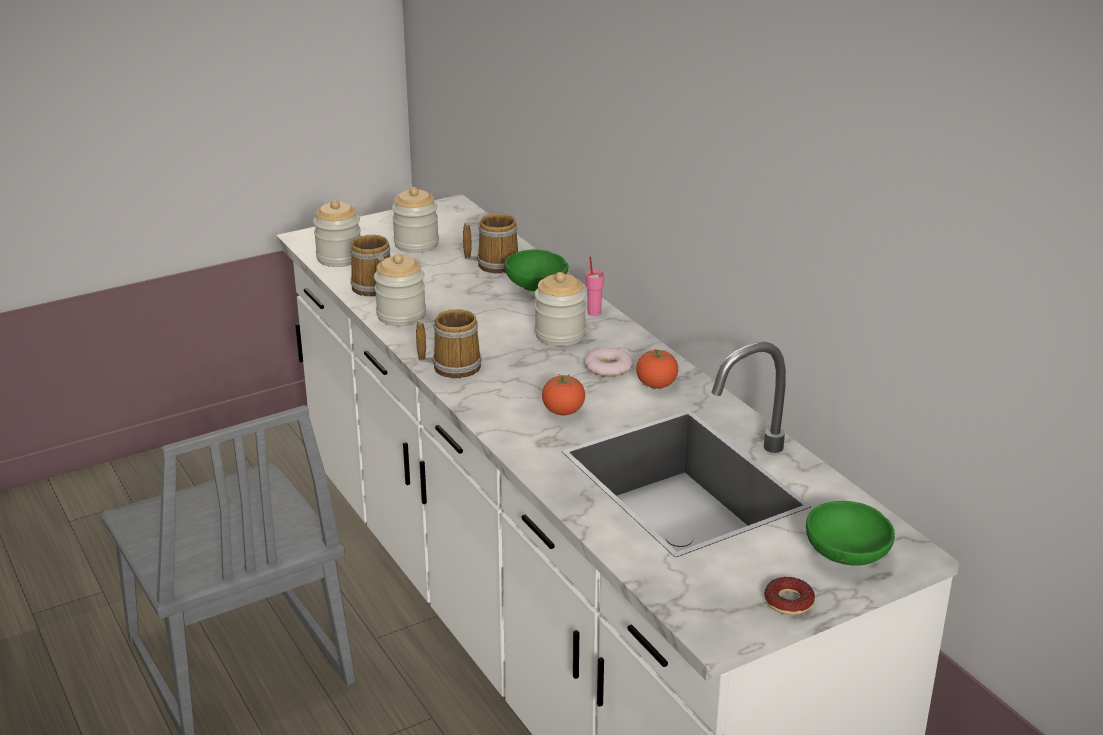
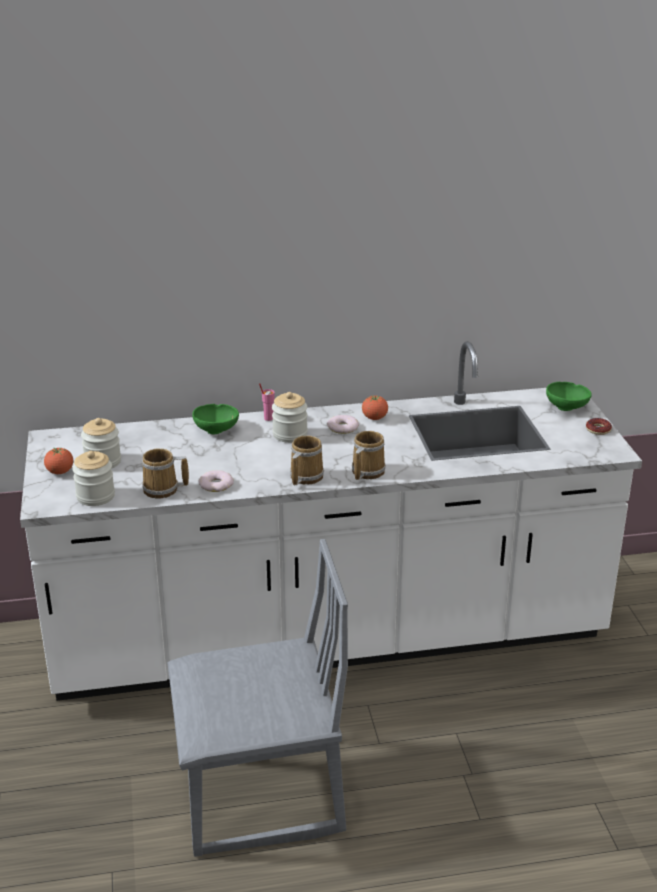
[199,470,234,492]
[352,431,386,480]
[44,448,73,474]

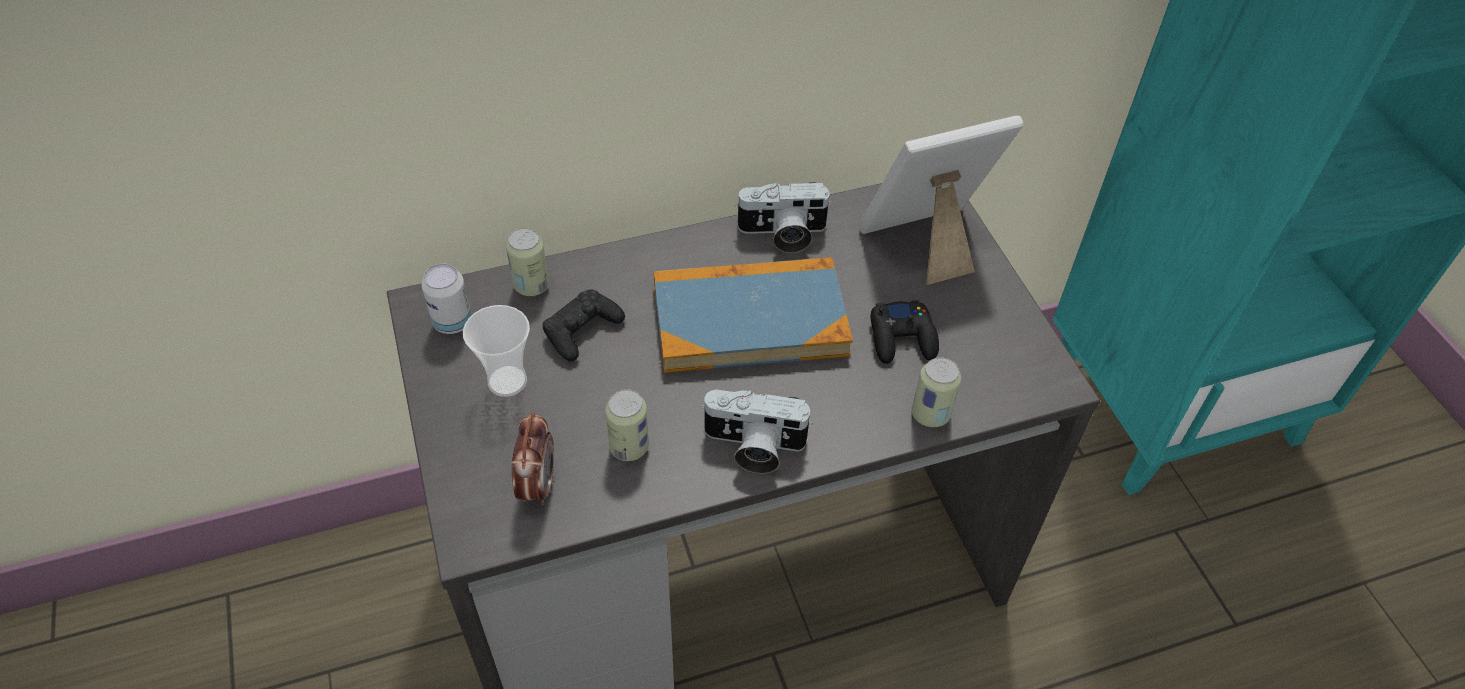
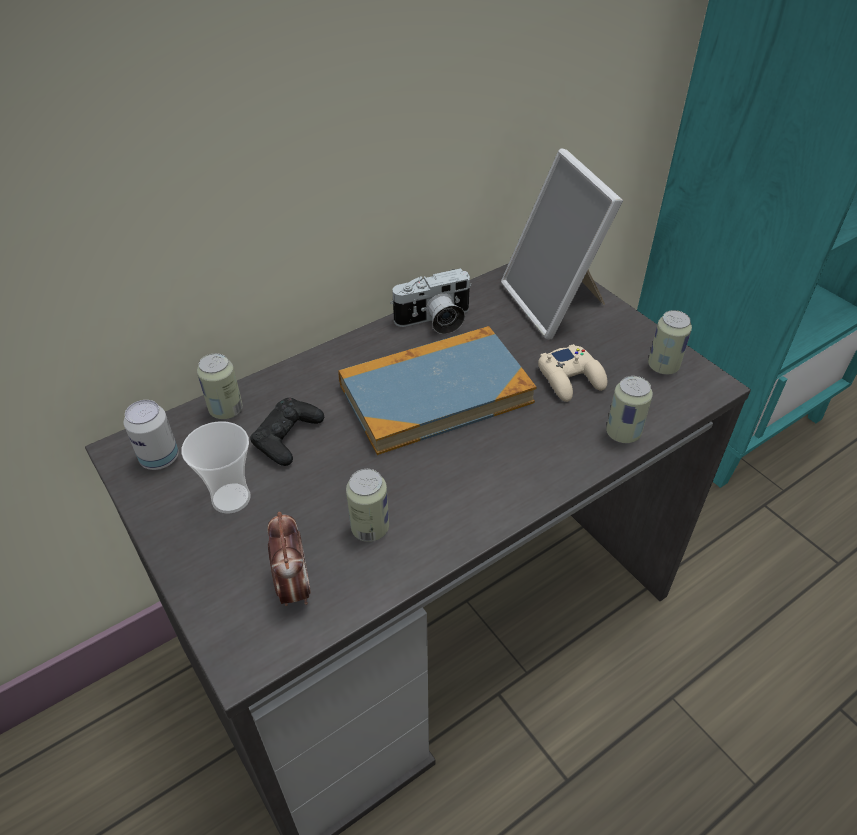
[701,389,813,474] (first image)
[501,149,623,339]
[538,344,607,402]
[648,310,692,375]

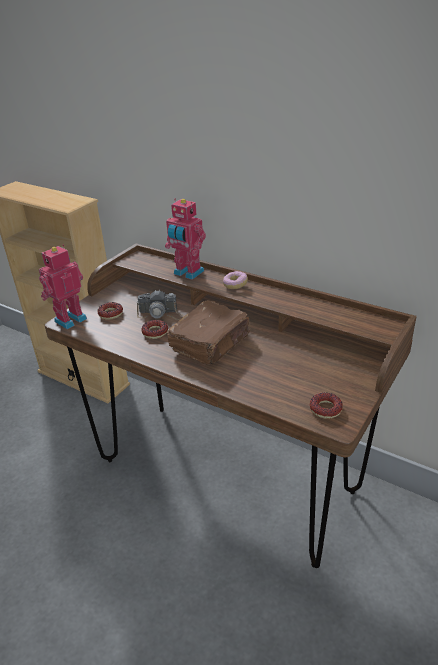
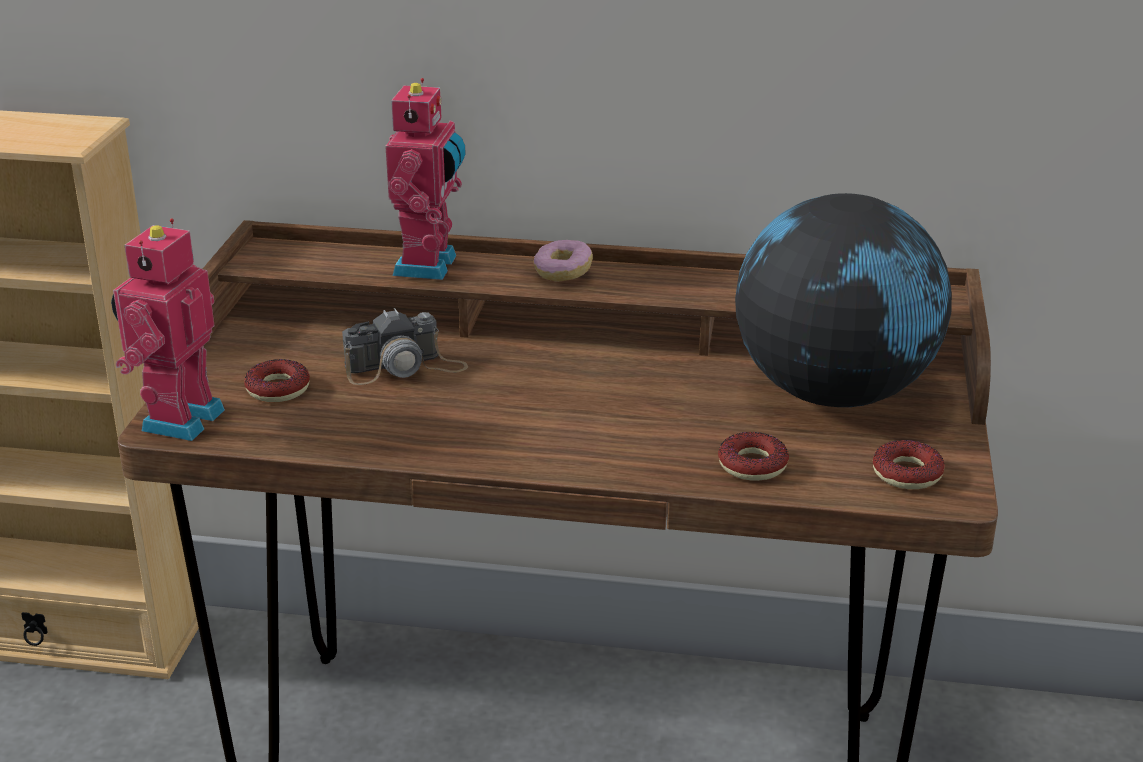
[718,432,789,481]
[385,78,466,280]
[167,300,250,365] (first image)
[735,193,952,407]

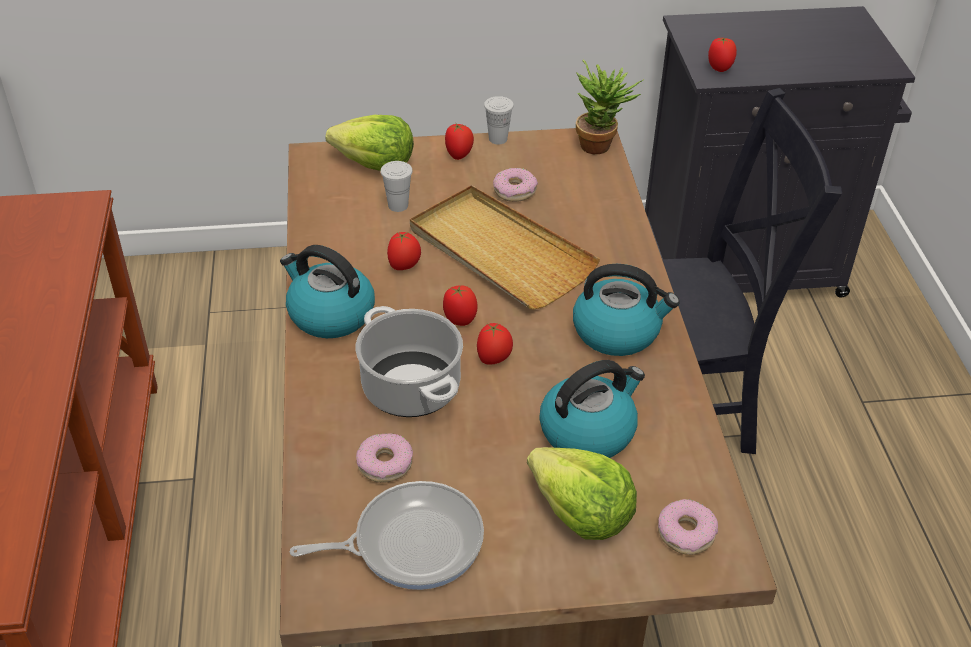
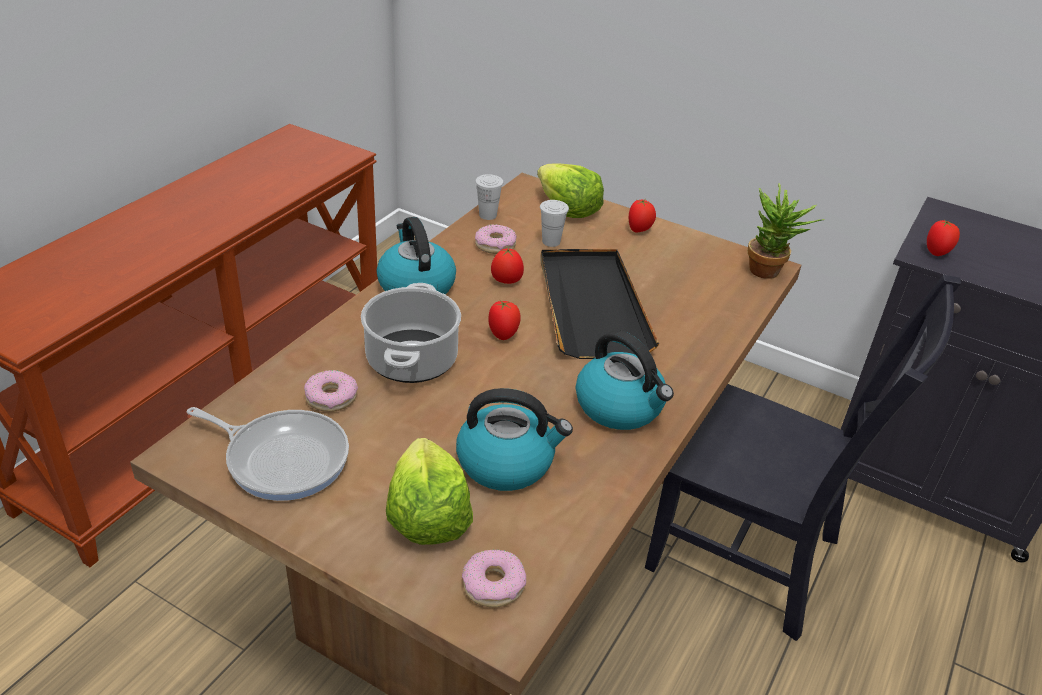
[541,249,659,359]
[477,323,513,365] (first image)
[475,174,503,220]
[475,224,516,254]

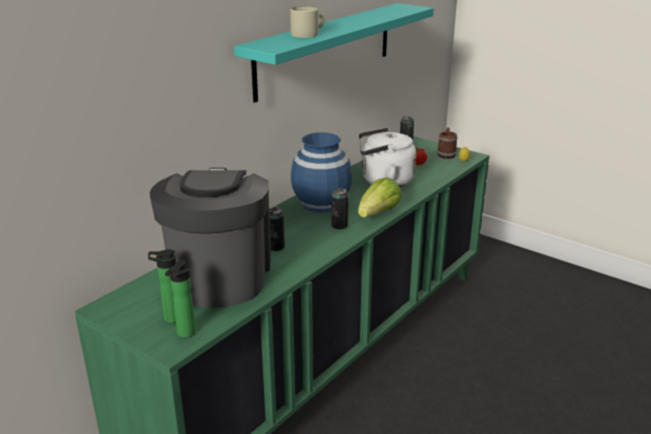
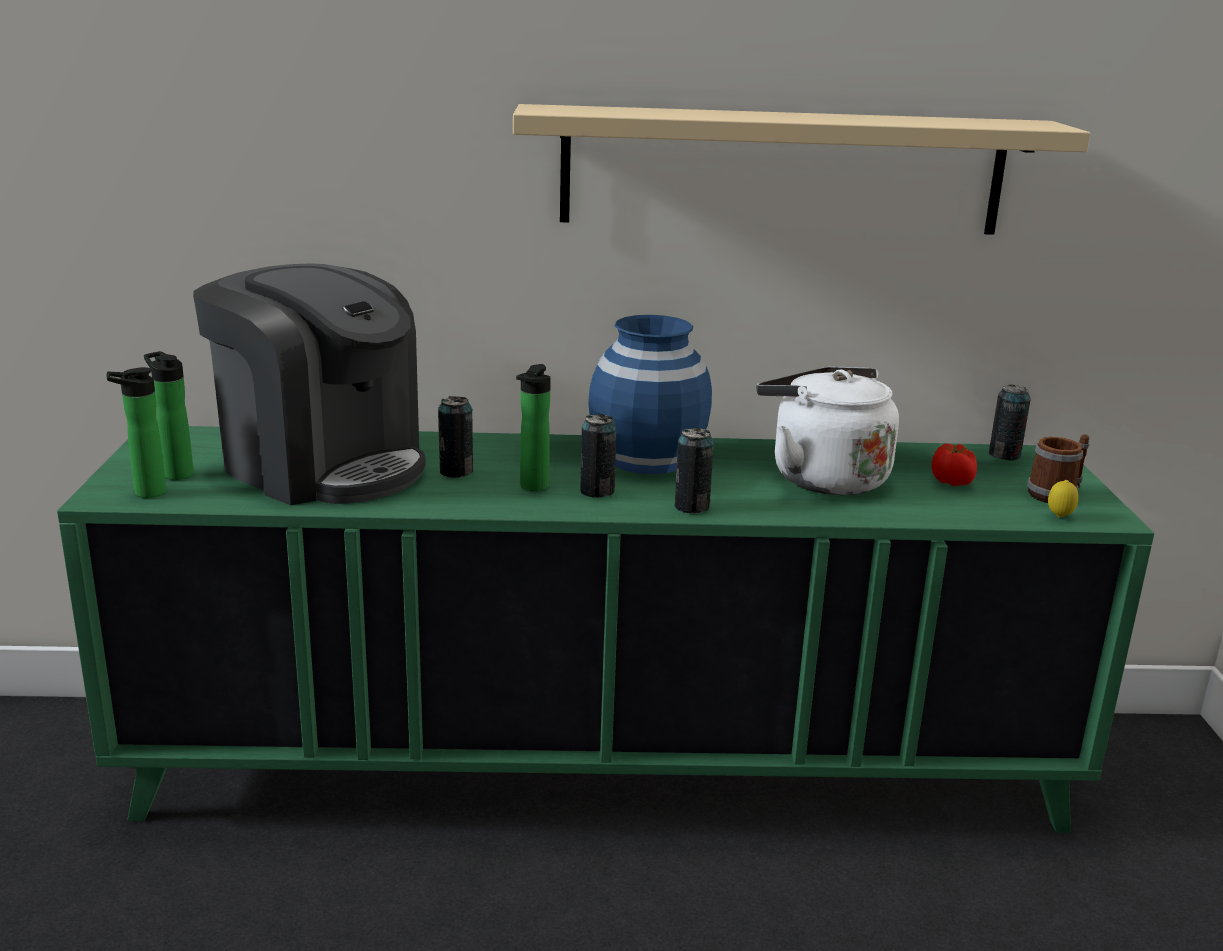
[193,263,426,505]
[513,104,1091,235]
[290,6,325,38] (first image)
[675,427,714,514]
[516,364,551,491]

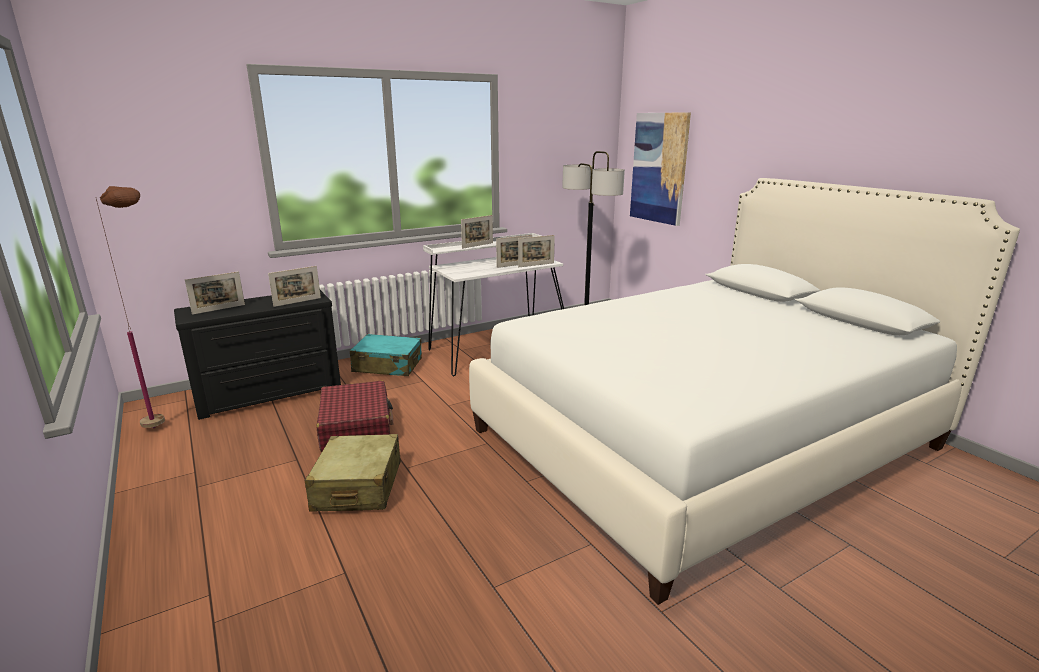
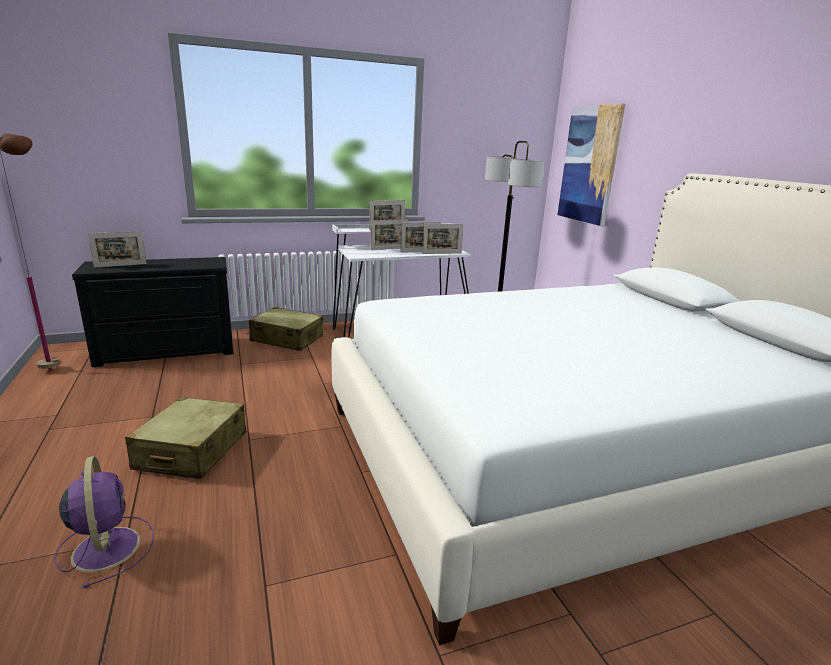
[370,219,408,250]
[317,381,393,452] (first image)
[249,307,323,351]
[54,456,153,588]

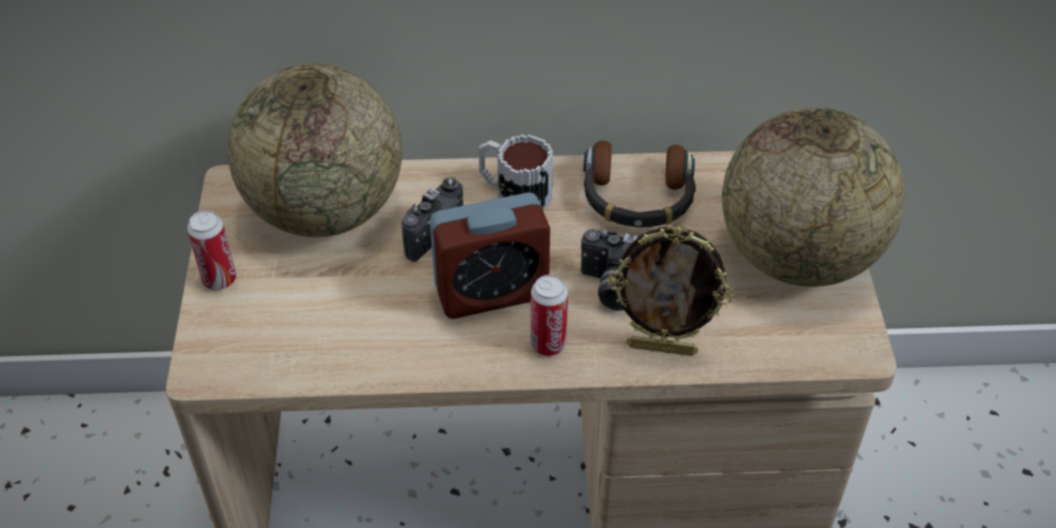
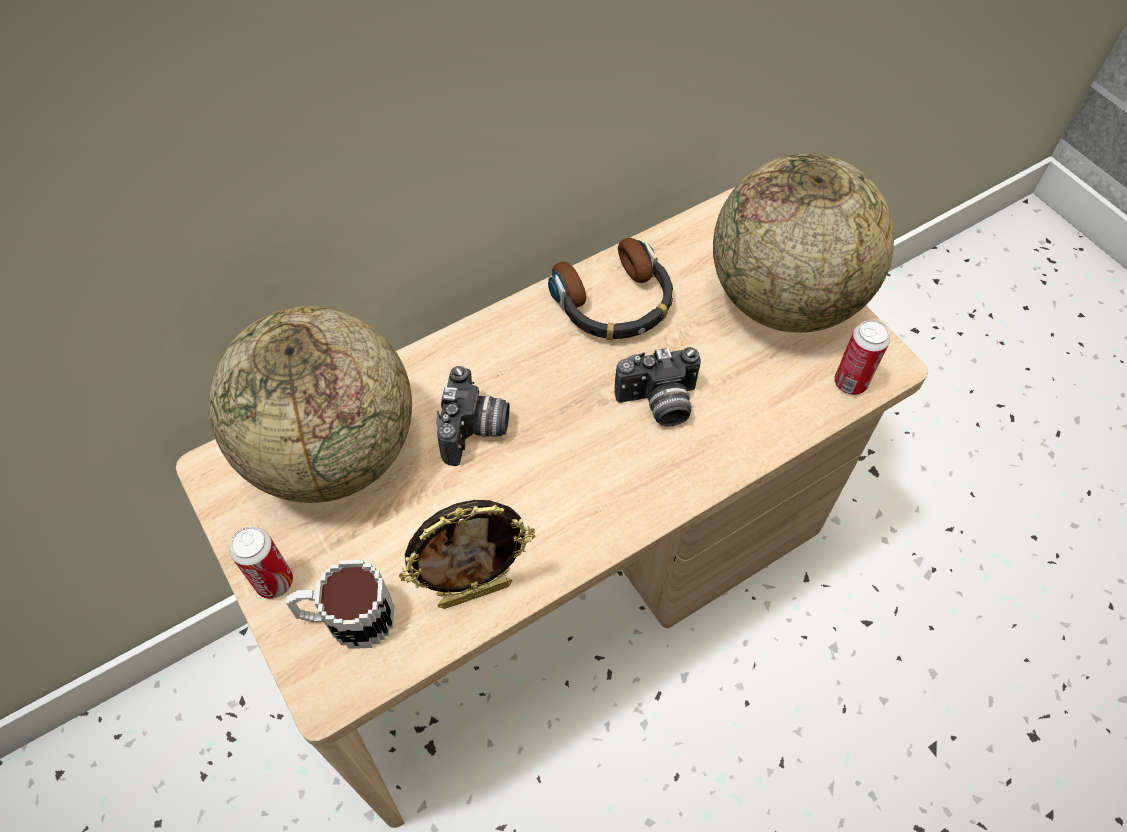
[430,192,550,319] (first image)
[286,560,394,649]
[834,320,890,395]
[399,500,535,609]

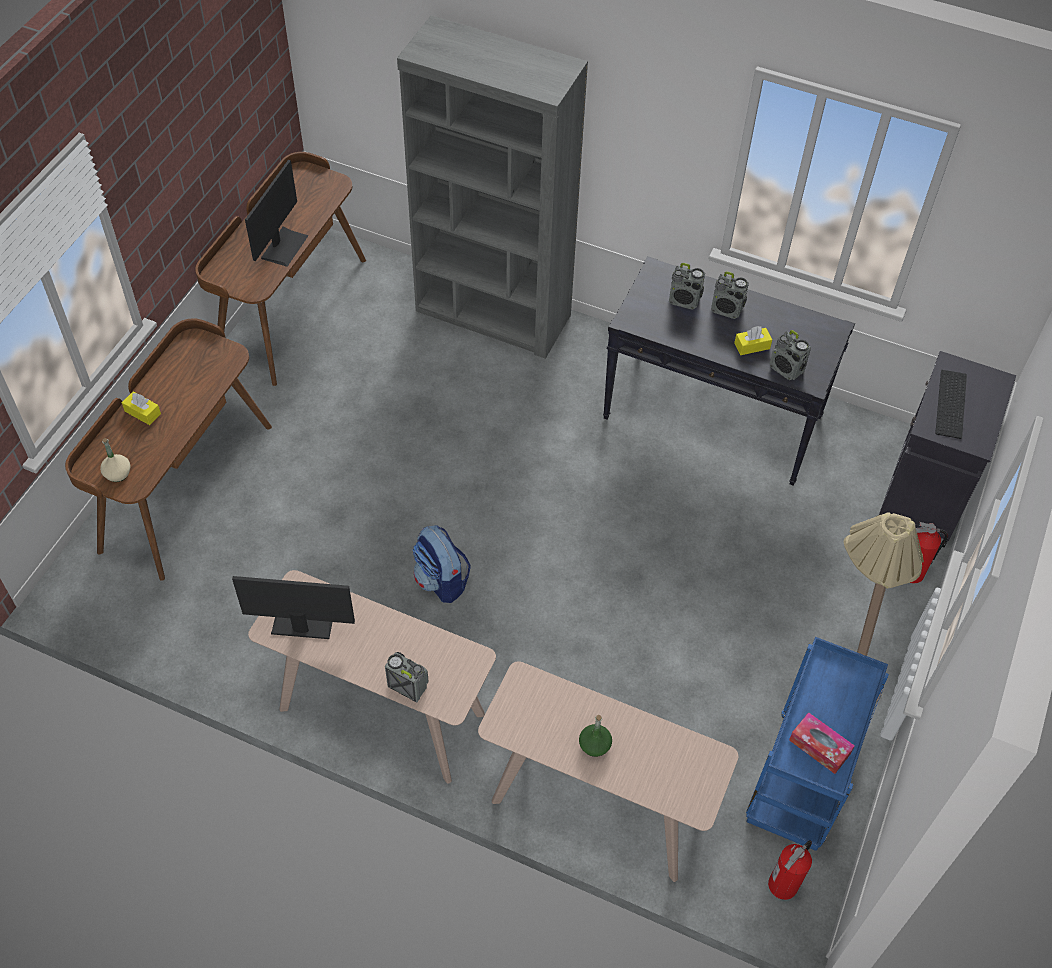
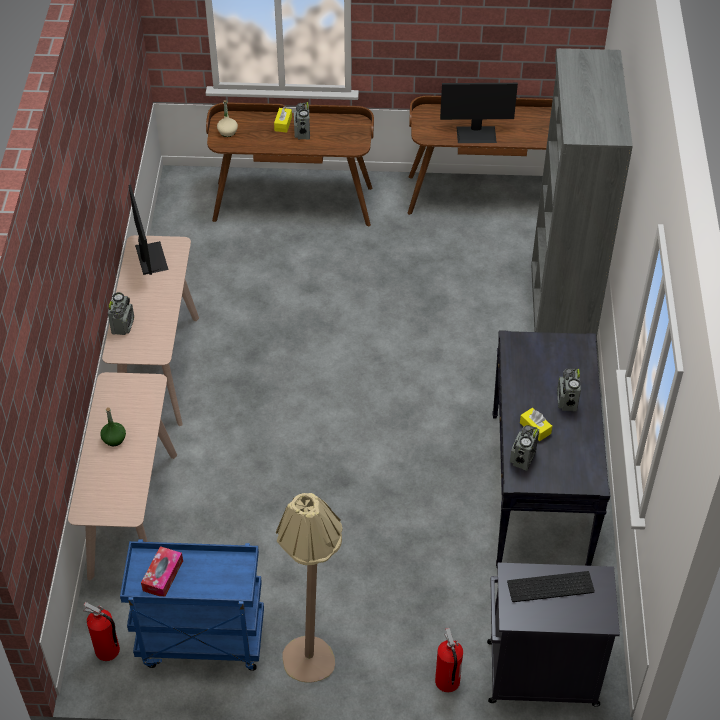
[413,525,471,603] (first image)
[294,102,310,140]

